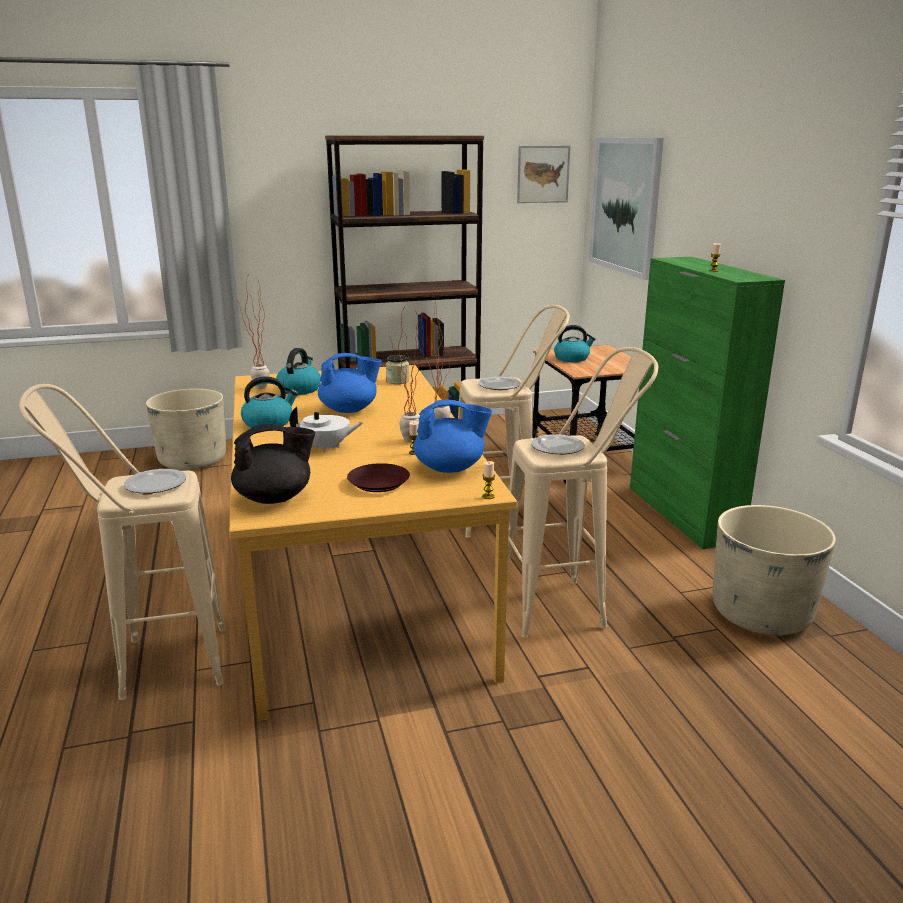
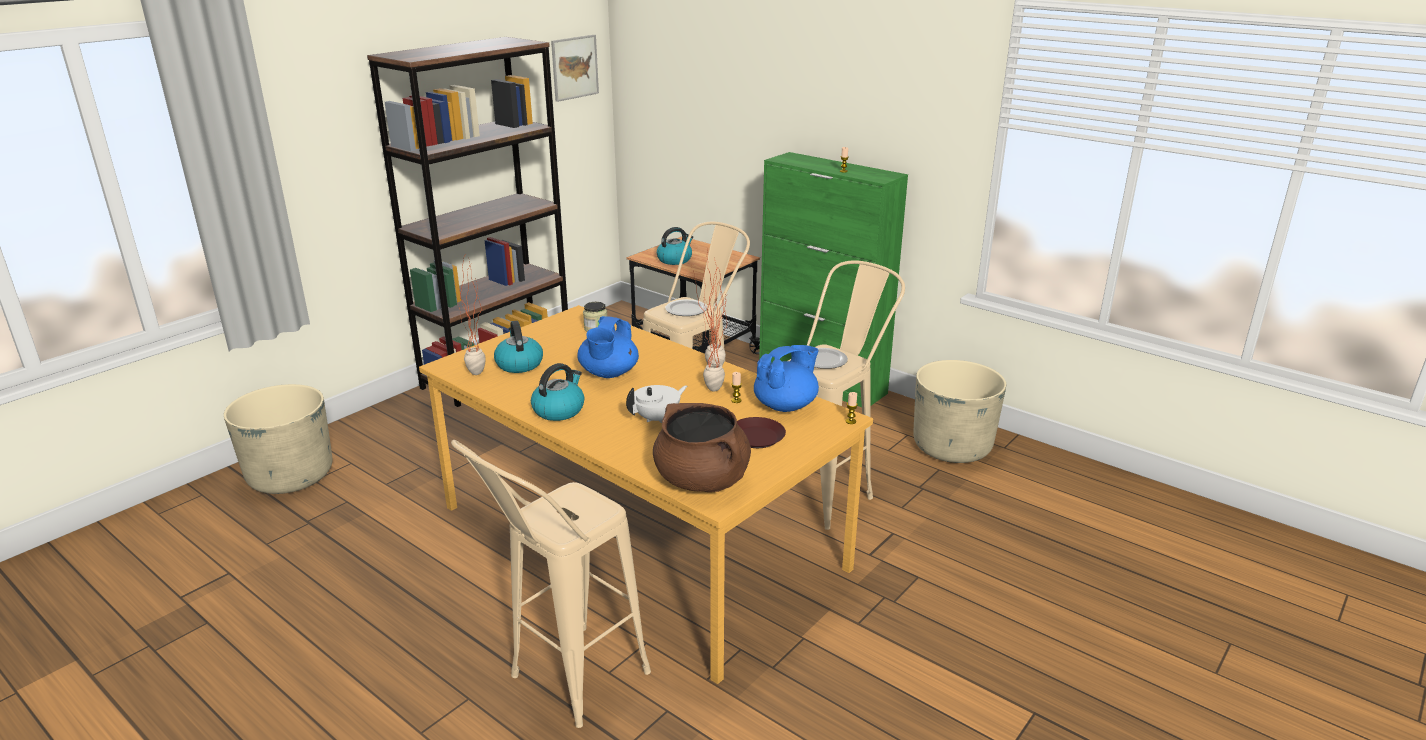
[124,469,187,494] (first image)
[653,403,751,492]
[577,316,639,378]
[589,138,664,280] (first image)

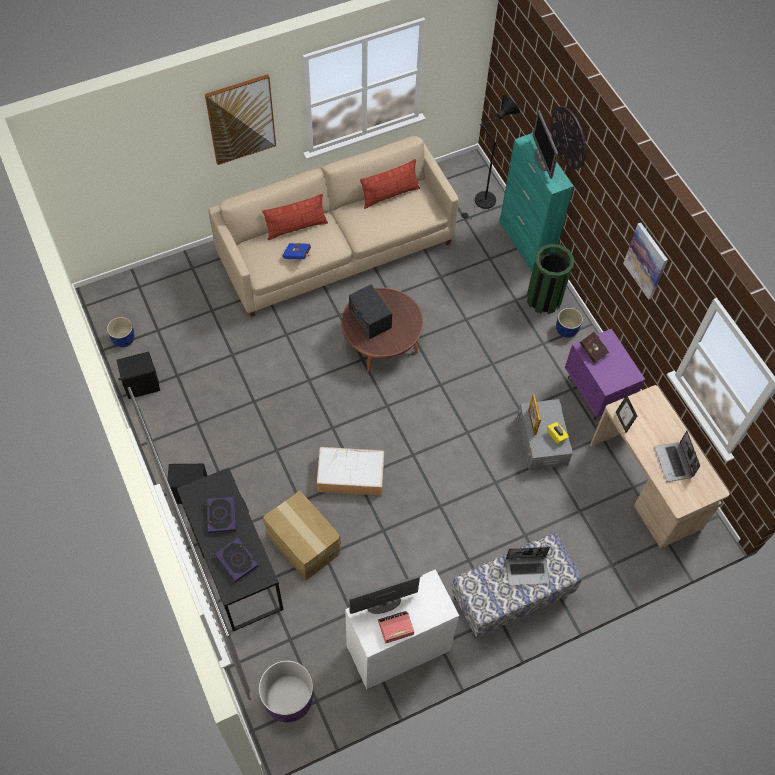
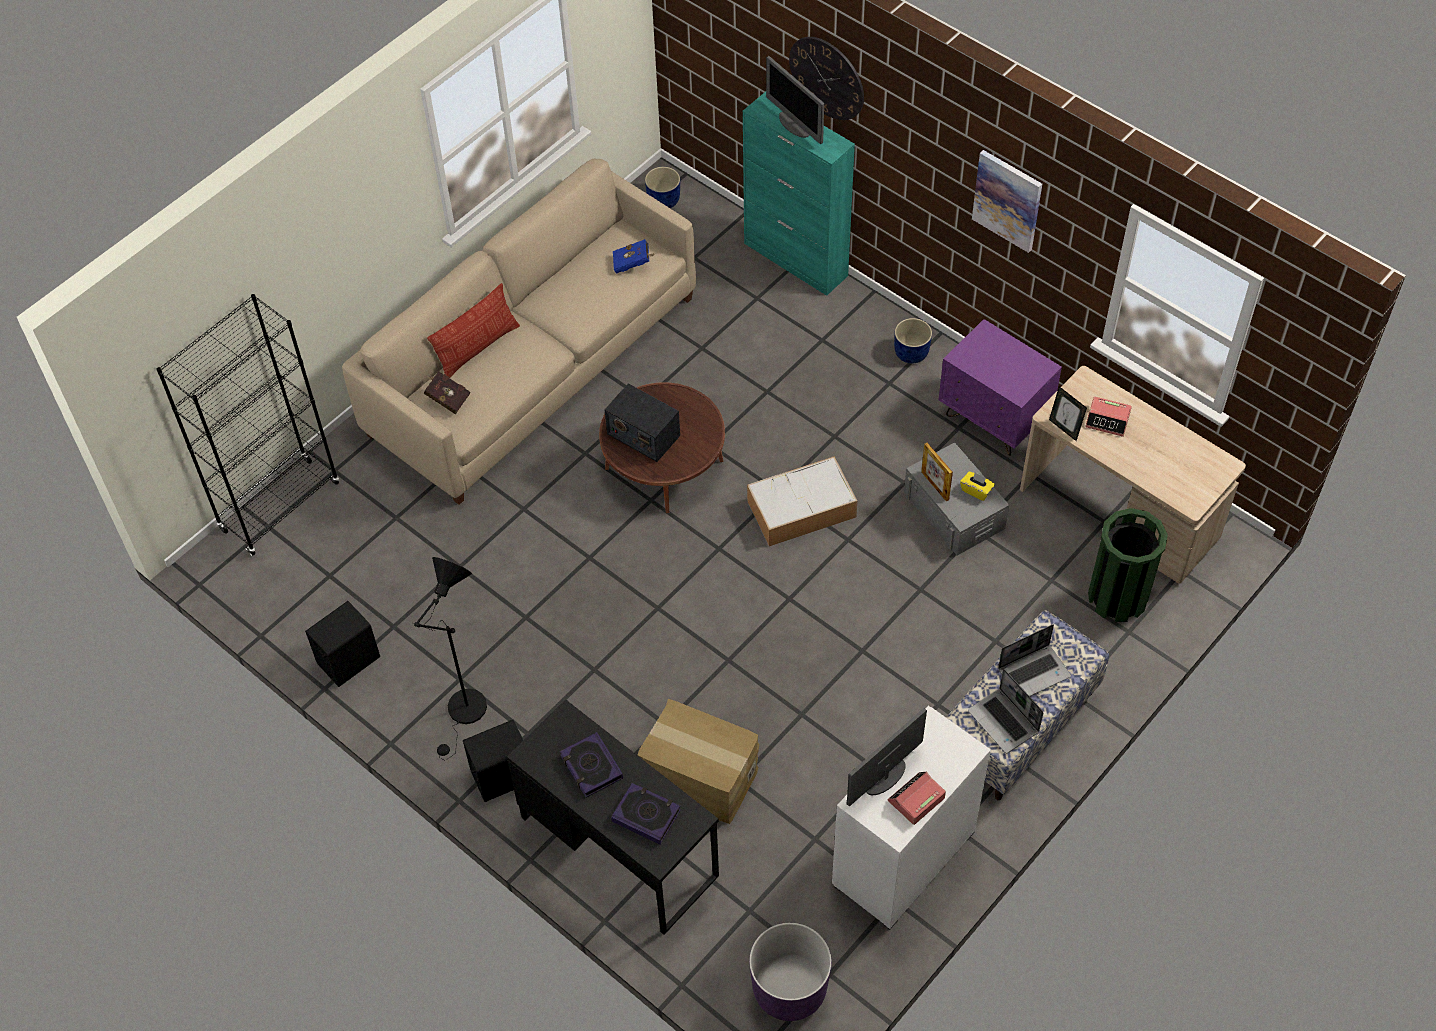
[645,167,680,208]
[205,74,276,165] (first image)
[613,239,654,273]
[747,457,857,546]
[360,159,420,209] (first image)
[413,557,487,761]
[1088,508,1168,622]
[423,371,471,414]
[968,669,1043,753]
[156,294,339,556]
[1085,397,1132,437]

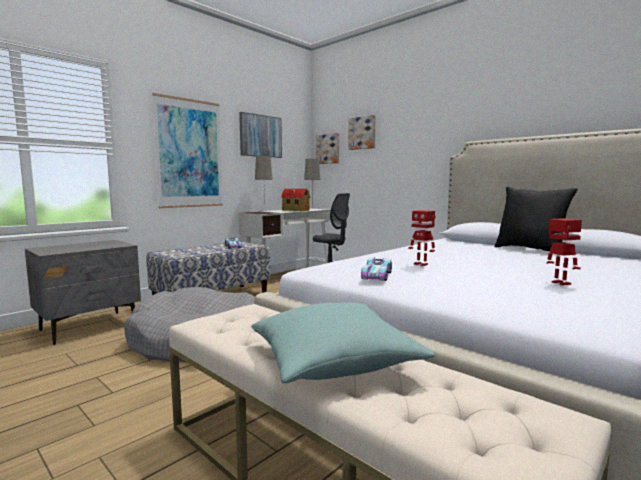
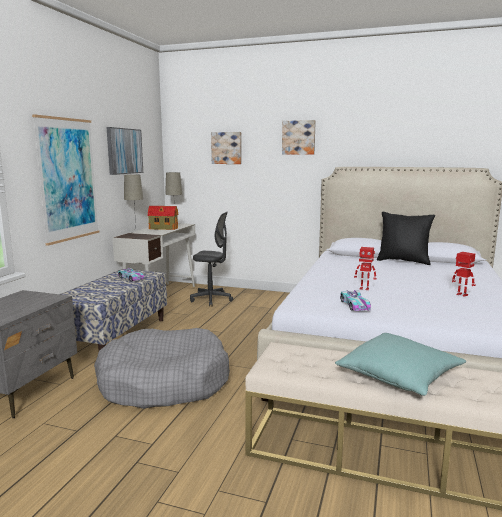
[282,120,316,155]

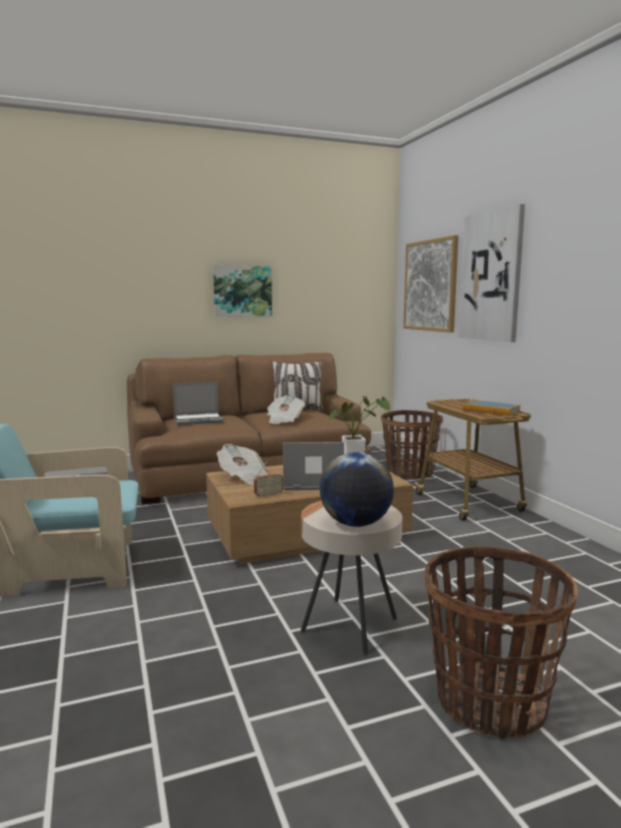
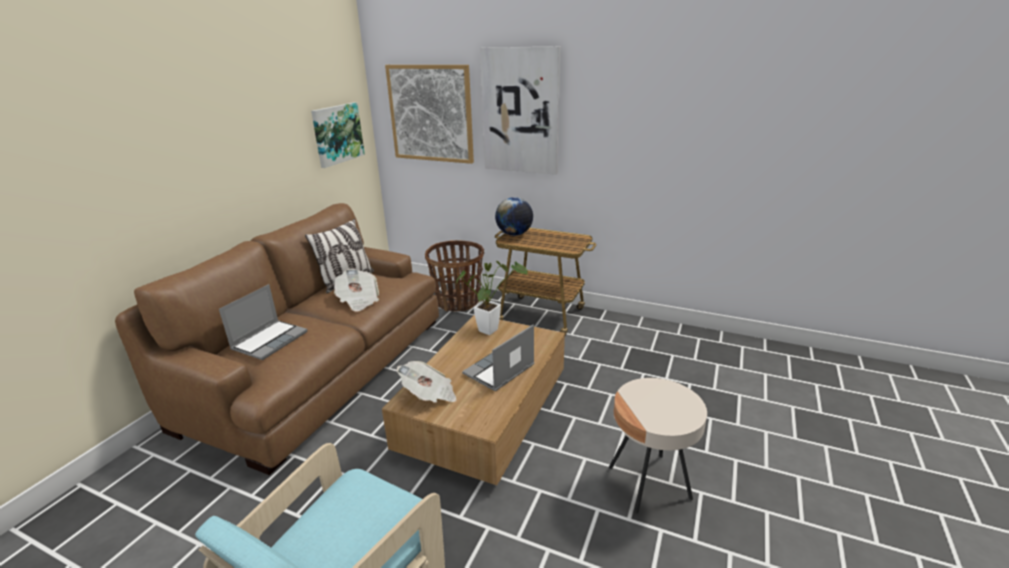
[311,102,365,168]
[254,460,283,498] (first image)
[495,197,533,236]
[425,546,578,740] (first image)
[463,400,521,416] (first image)

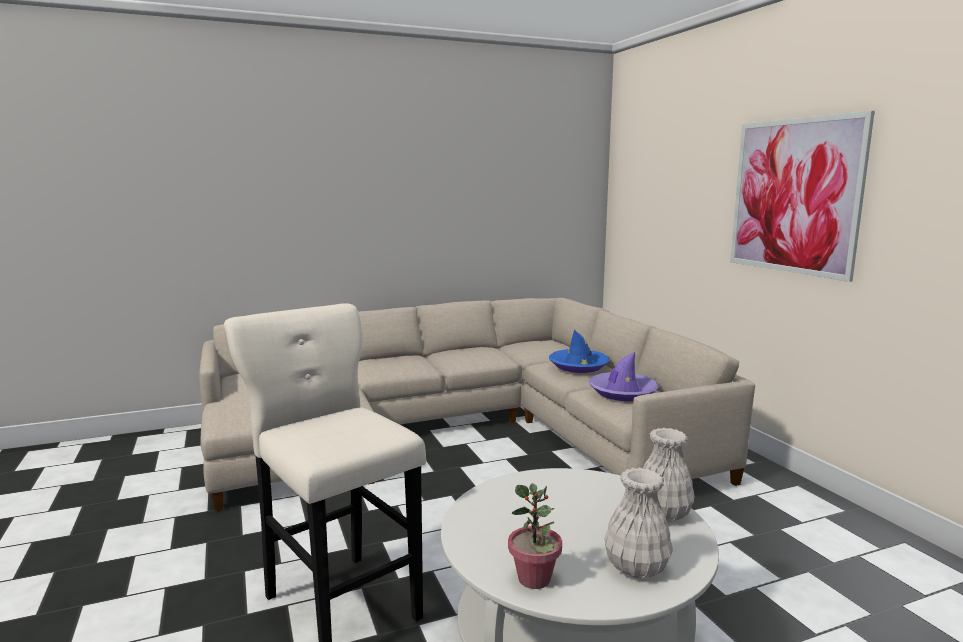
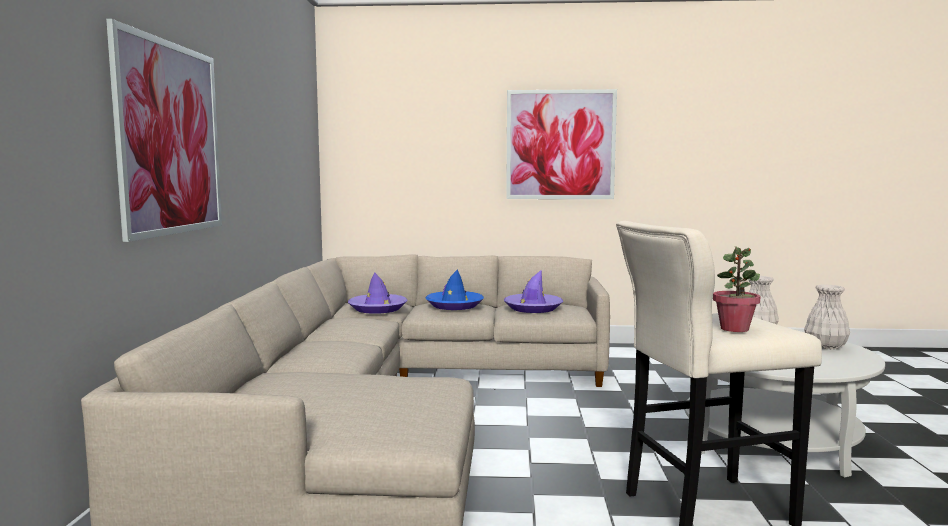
[713,246,760,332]
[106,19,222,242]
[348,272,408,314]

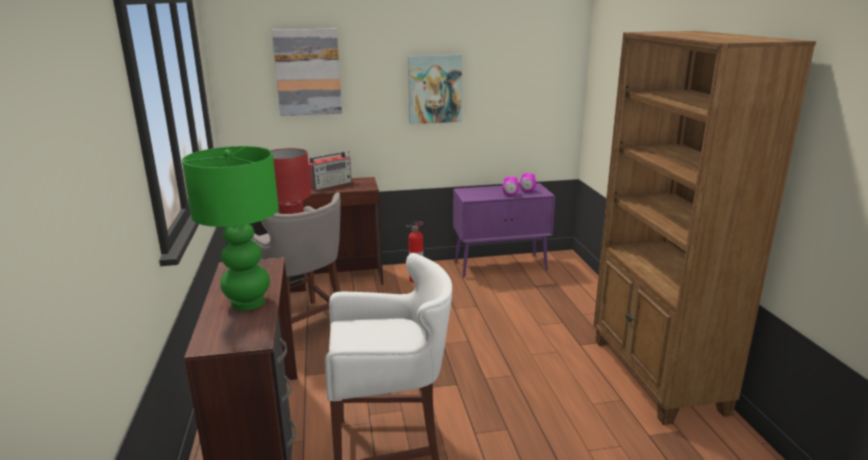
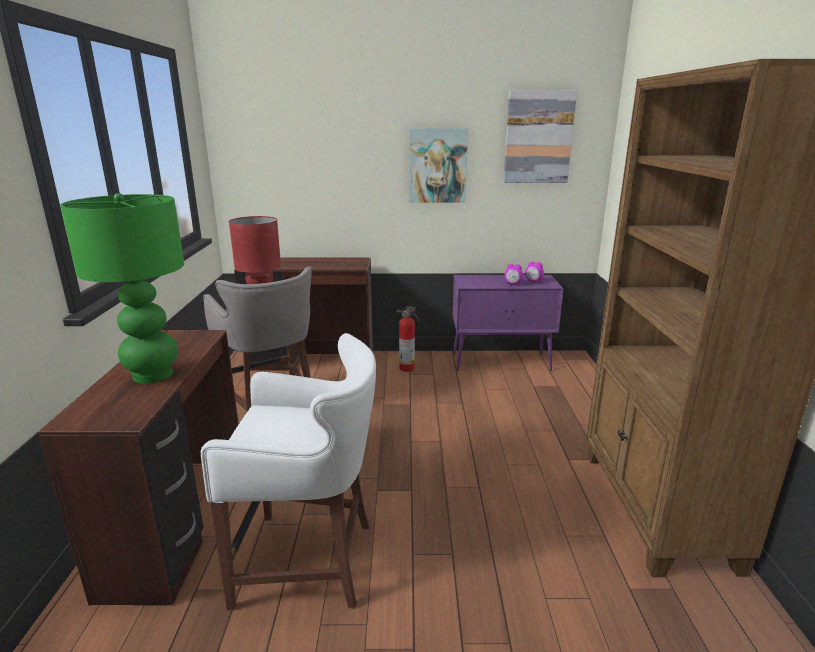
[503,91,577,183]
[308,151,352,191] (first image)

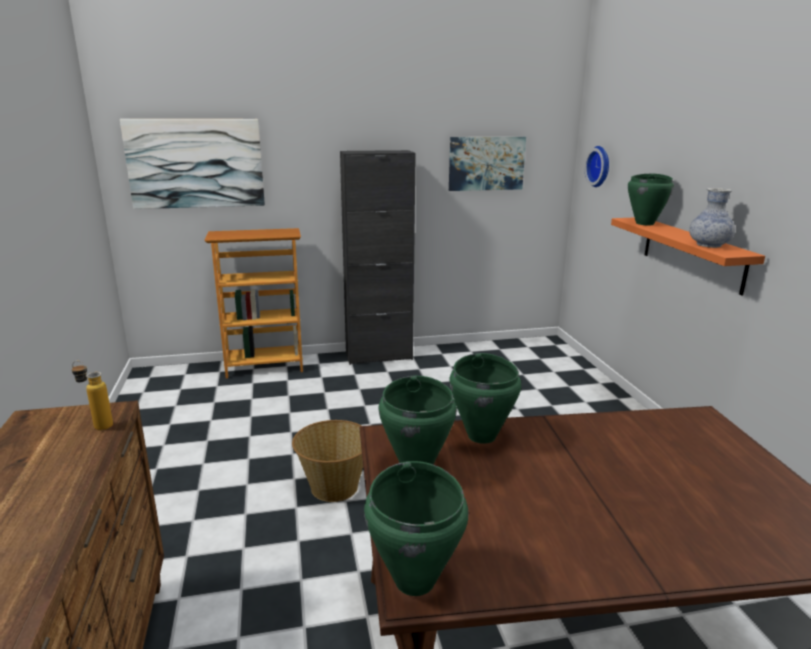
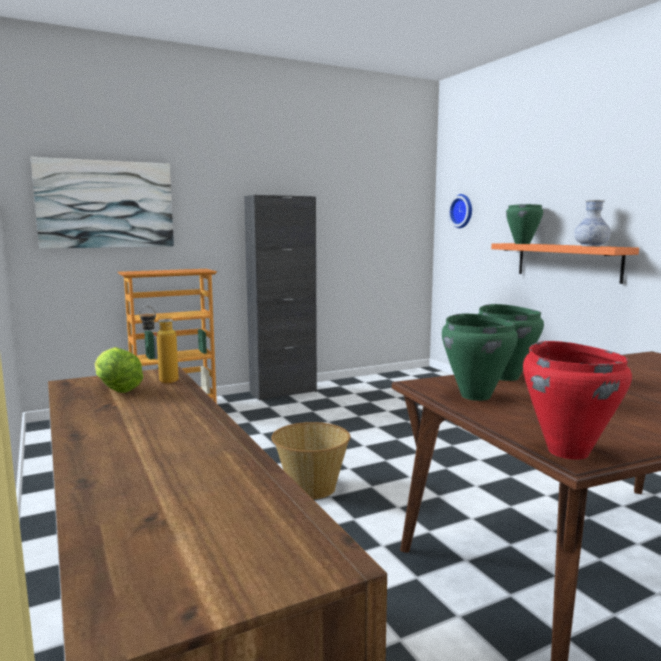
[523,341,632,459]
[449,137,526,191] (first image)
[95,347,143,393]

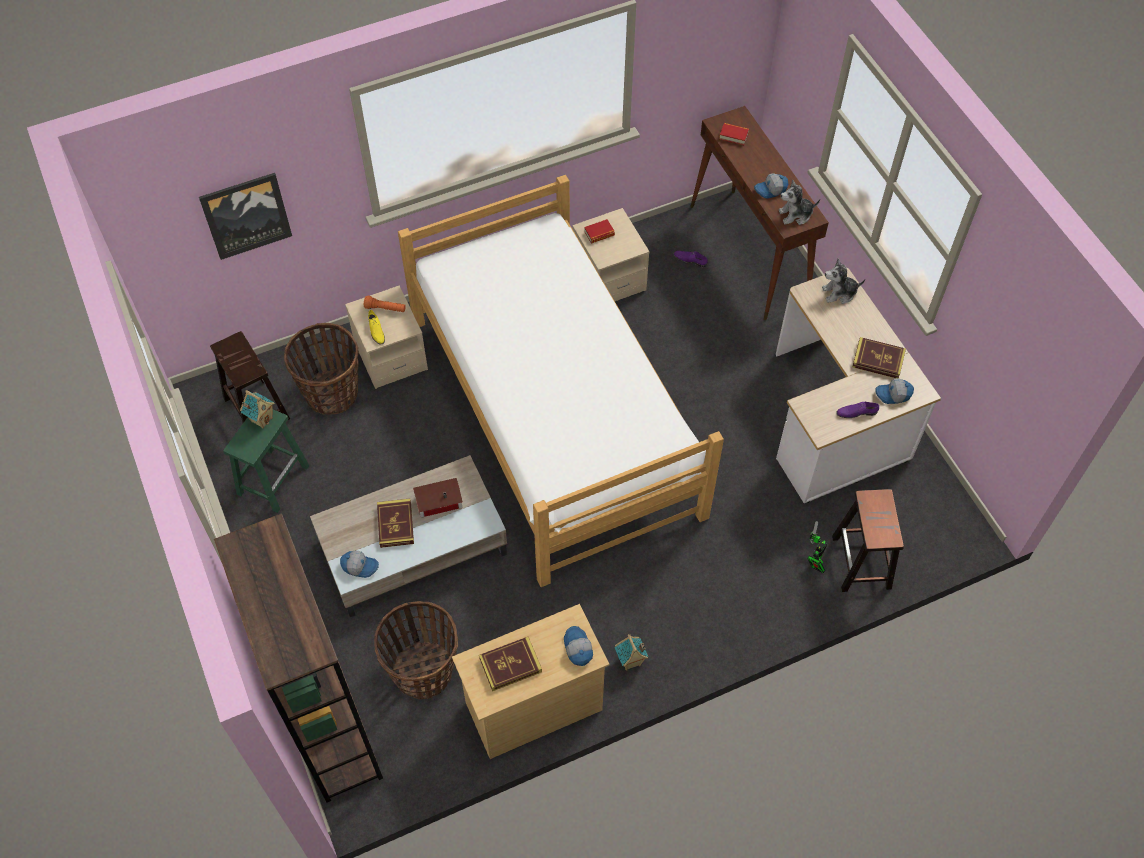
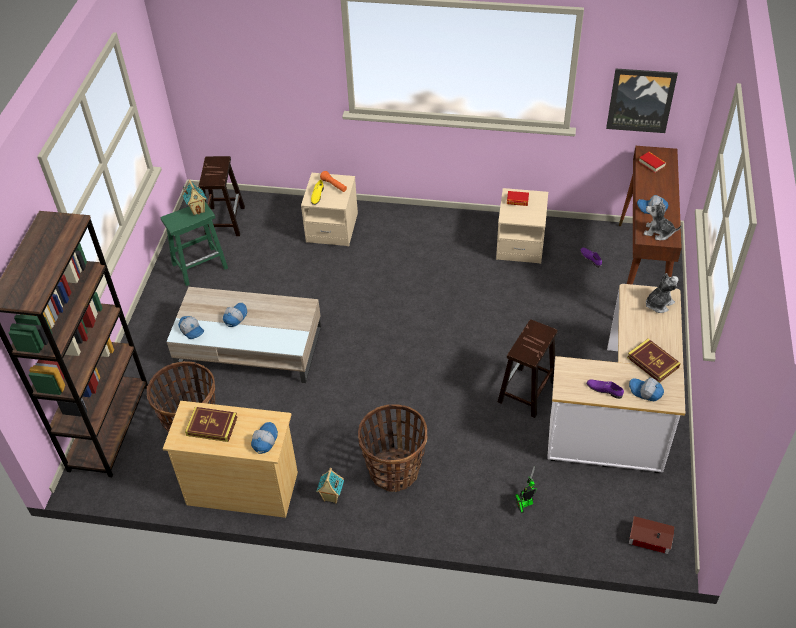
[606,69,678,133]
[358,404,427,492]
[223,303,247,327]
[398,175,724,587] (first image)
[629,516,675,554]
[646,273,679,313]
[498,319,558,418]

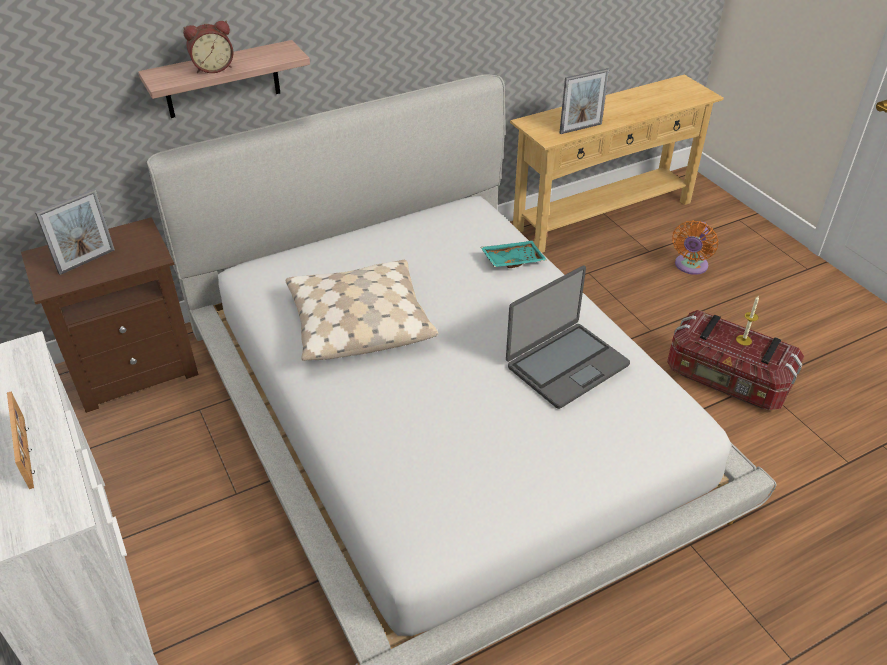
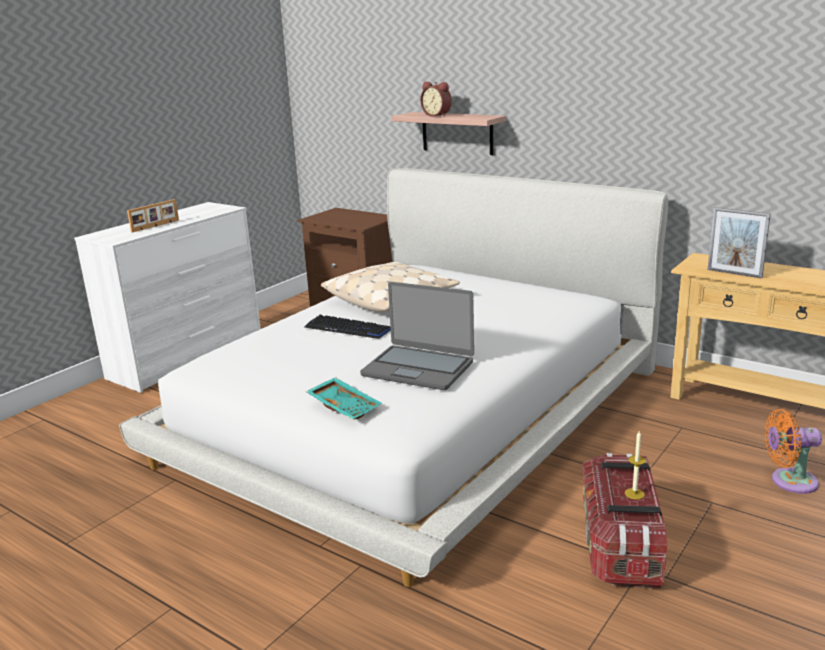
[35,189,115,275] (first image)
[306,377,382,420]
[304,315,391,339]

